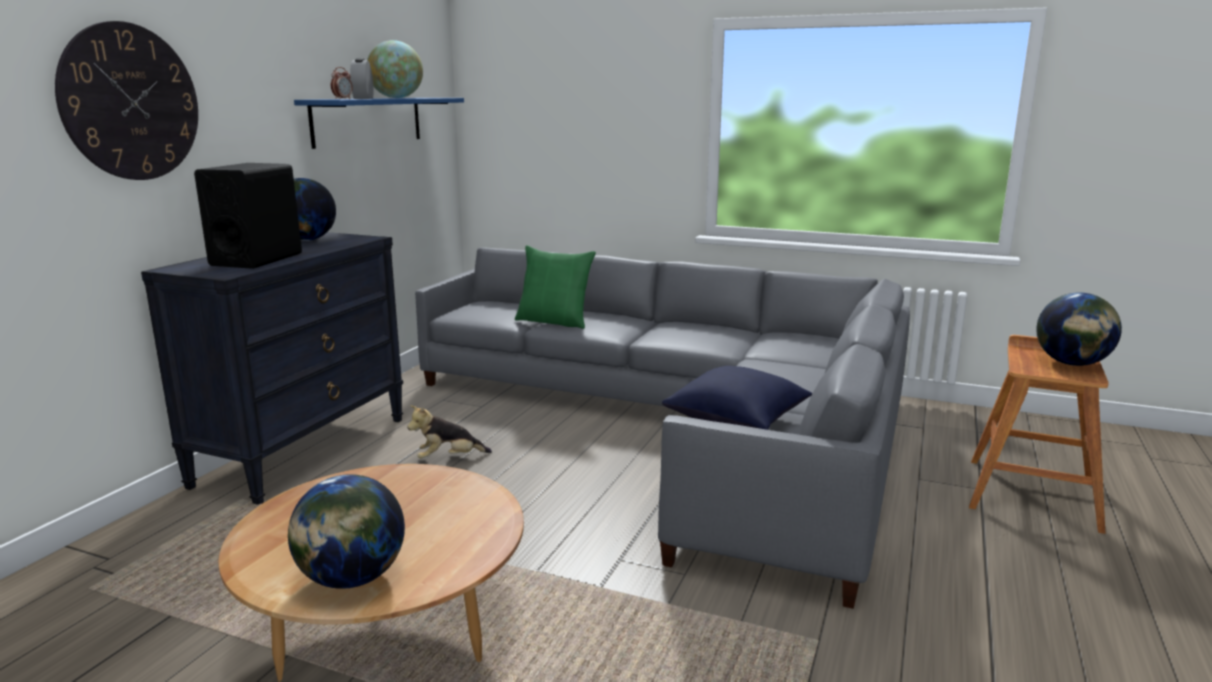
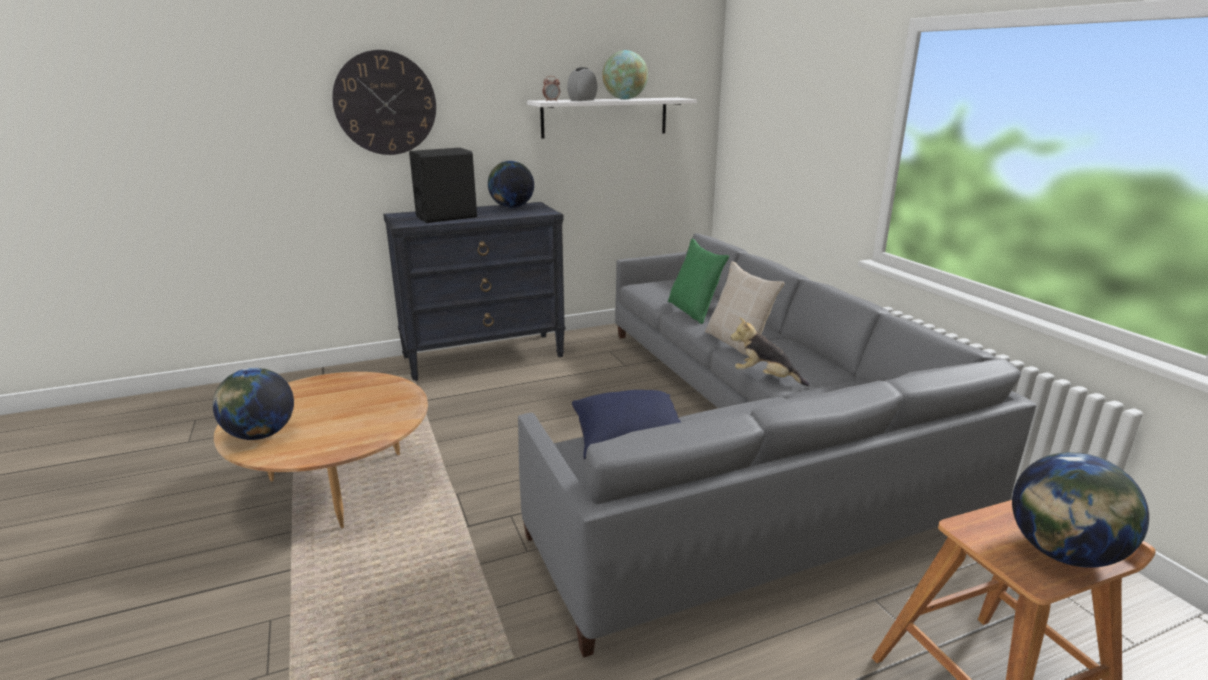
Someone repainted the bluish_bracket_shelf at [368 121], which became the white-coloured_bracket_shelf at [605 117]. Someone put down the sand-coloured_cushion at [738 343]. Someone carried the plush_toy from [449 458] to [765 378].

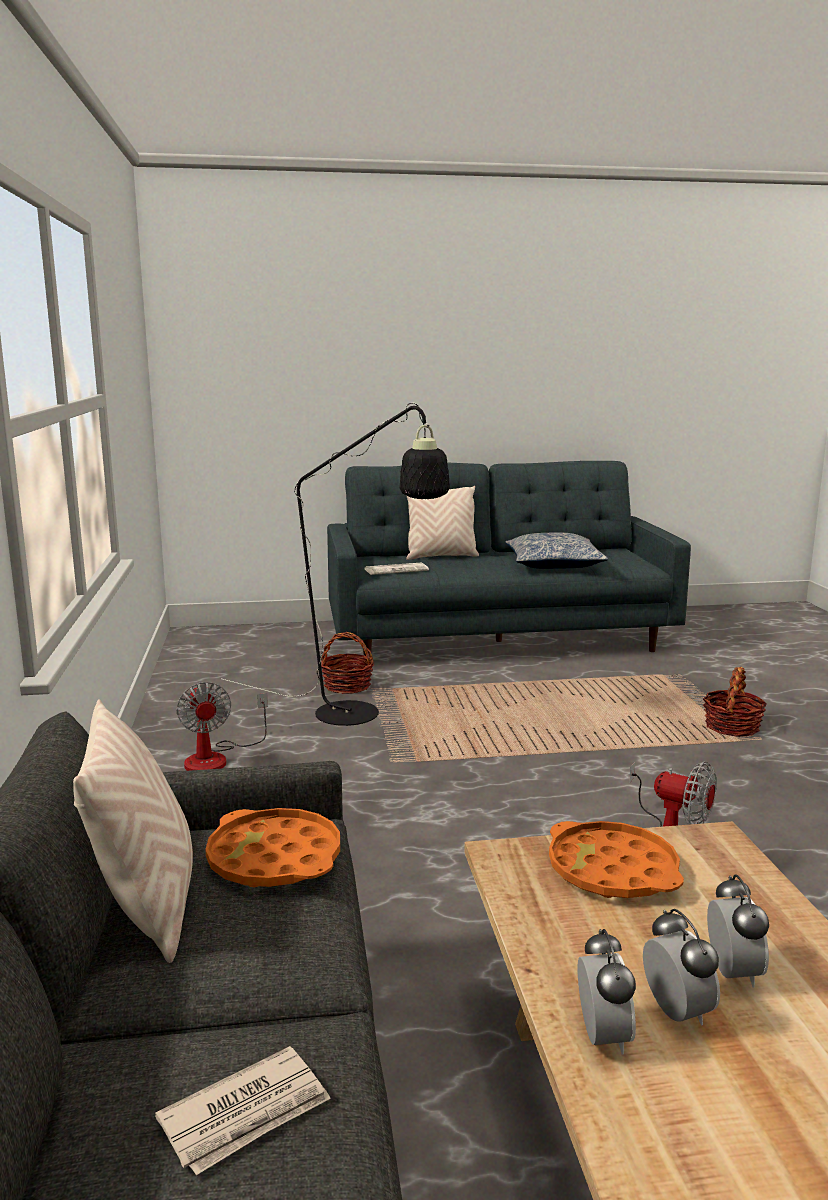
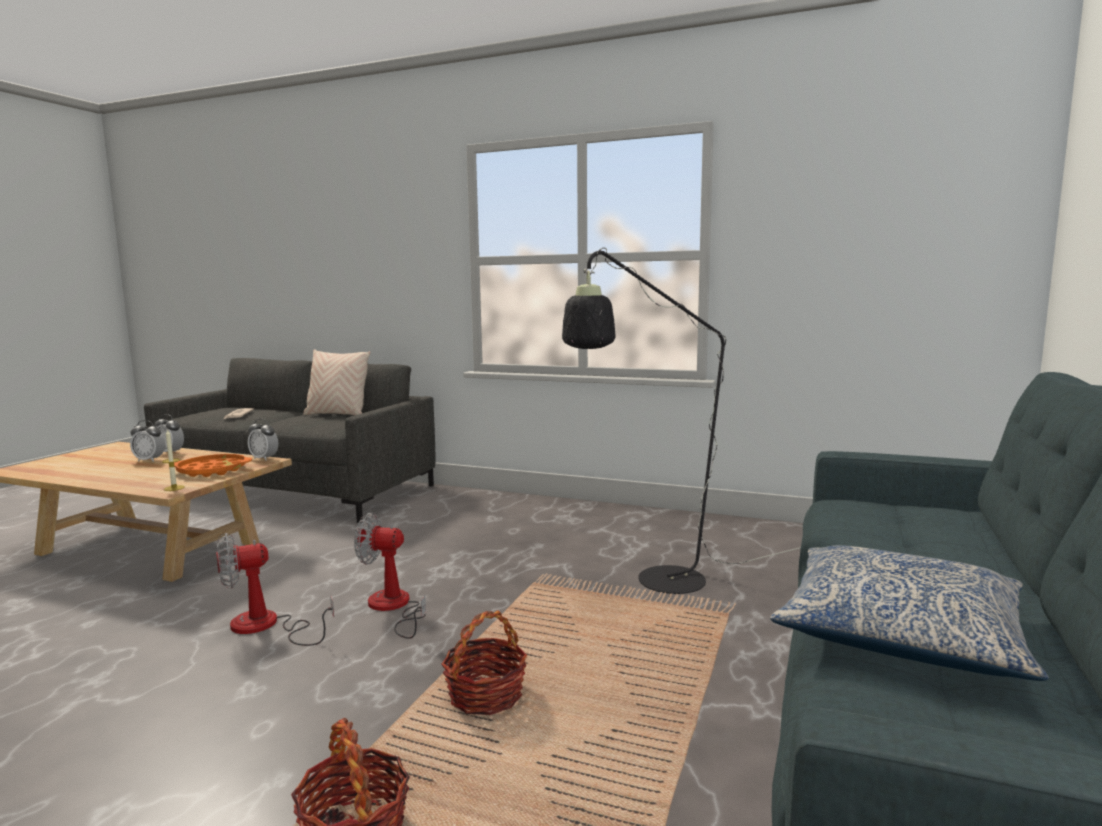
Someone put down the wax_light at [174 488]. Someone carried the table_clock from [732 973] to [264 458]. Someone carried the cooling_fan from [216 758] to [393 607]. Someone carried the household_basket from [347 686] to [485 695]. Someone took away the orangey_carrying_tray at [274 859]. Someone took away the daily_paper at [397 570]. Someone took away the sand-coloured_cushion at [441 556].

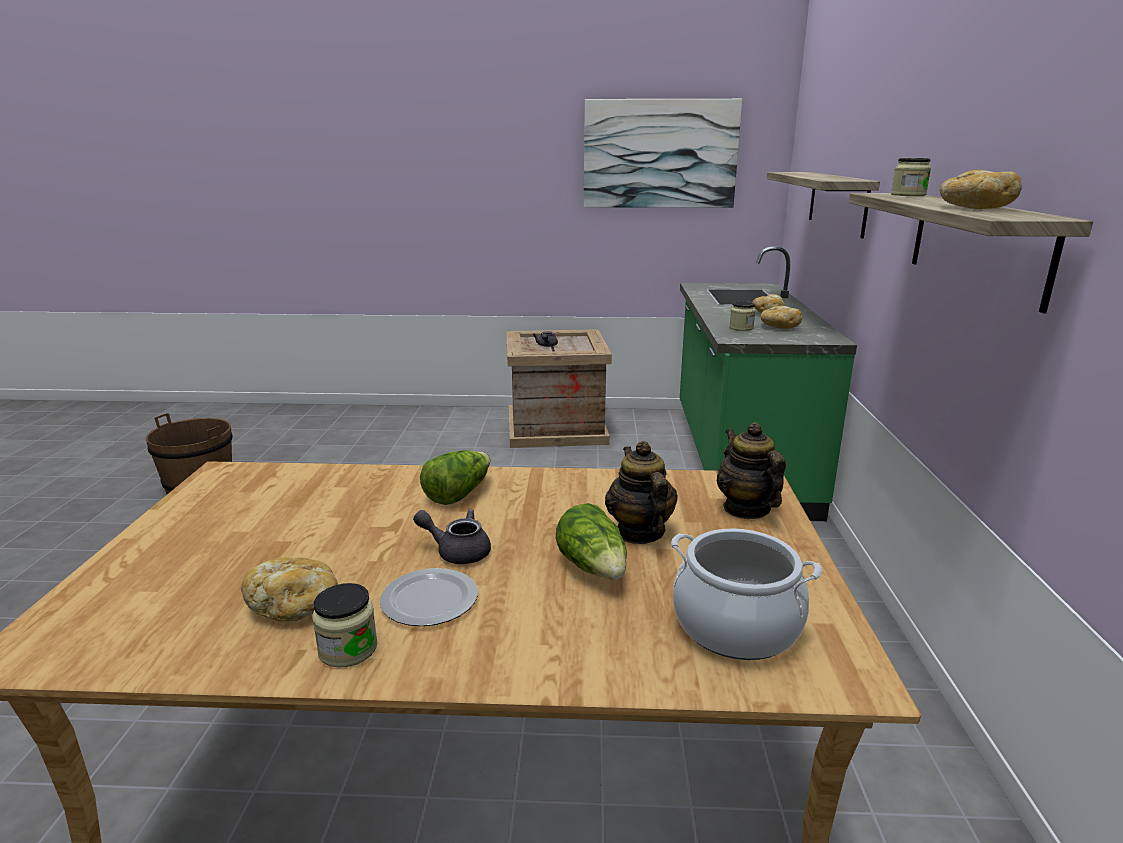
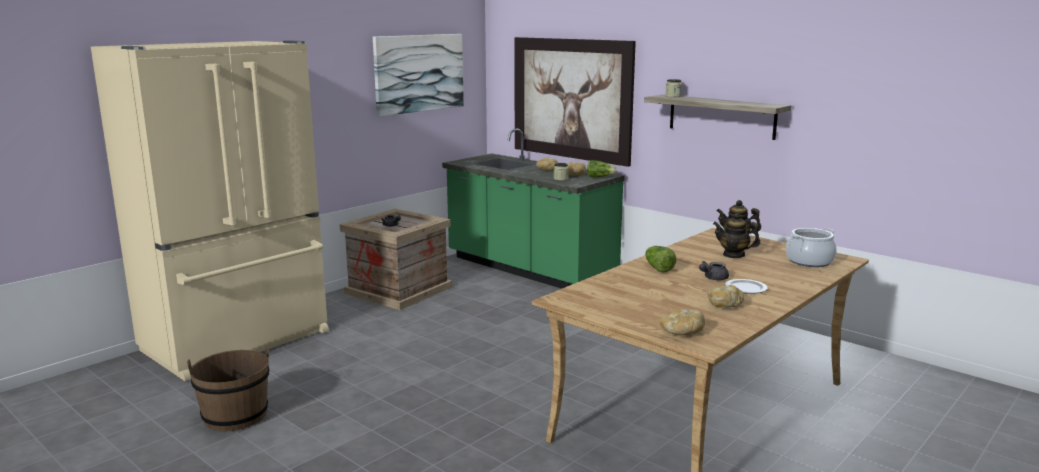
Someone put down the sand-coloured_refrigerator at [239 342]. Someone swapped the bracket_shelf at [837 202] for the picture at [571 99]. Someone carried the head_of_lettuce from [594 568] to [600 177]. Someone carried the bread from [974 208] to [682 333]. Someone took away the storage_jar at [348 649].

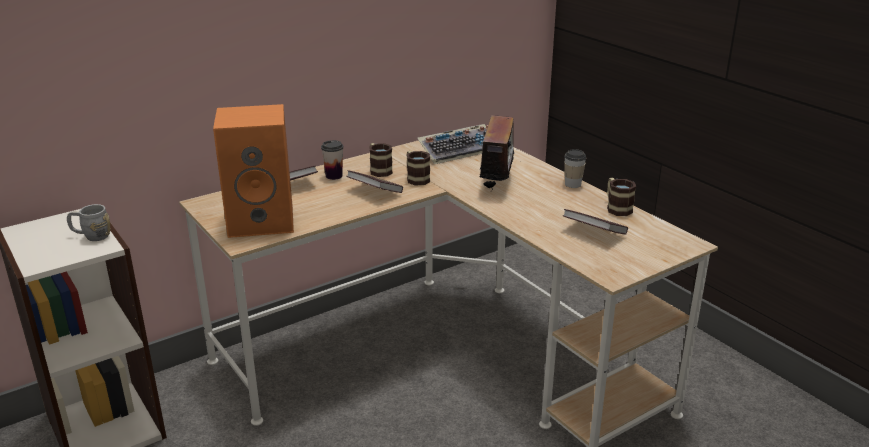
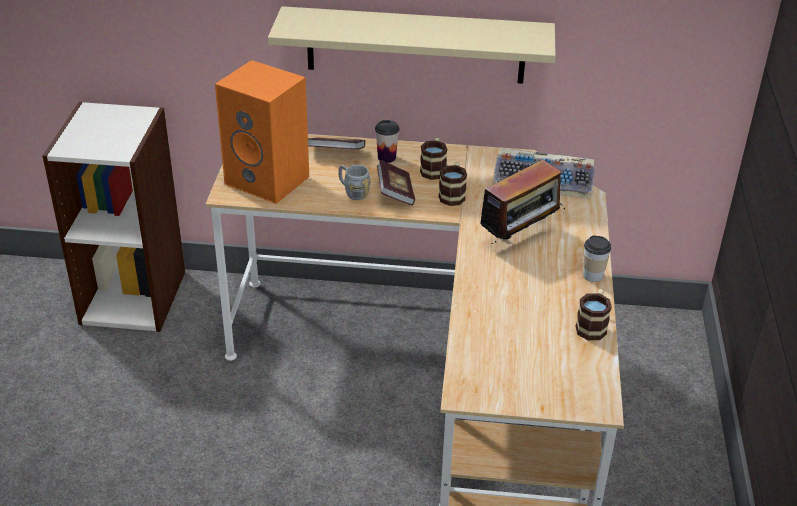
Someone put up the sand-coloured_bracket_shelf at [415 45]. Someone carried the greyish_coffee_mug from [91 236] to [353 192]. Someone took away the book at [594 233].

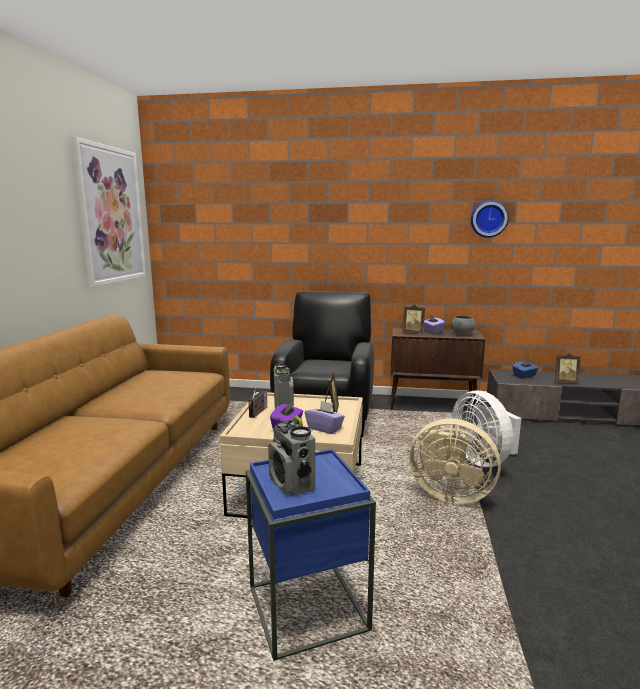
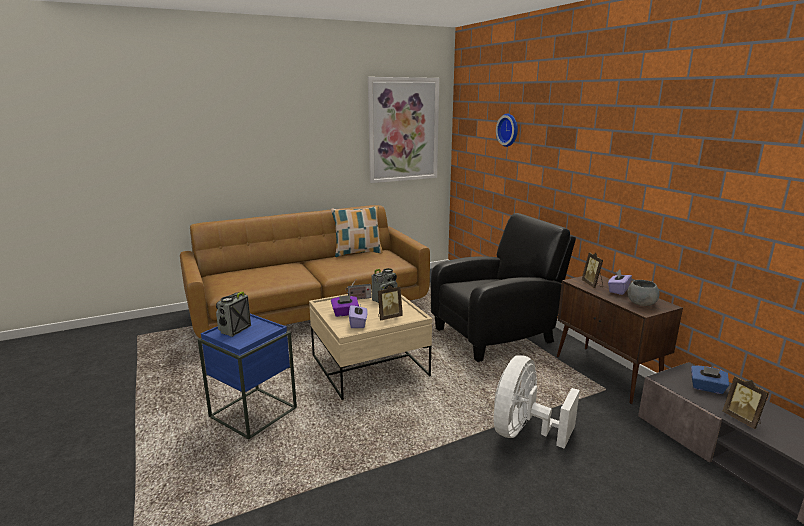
Someone put down the cushion at [357 253]. Someone carried the hanging_clock from [488 219] to [509 130]. Someone took away the sand-coloured_cooling_fan at [449 494].

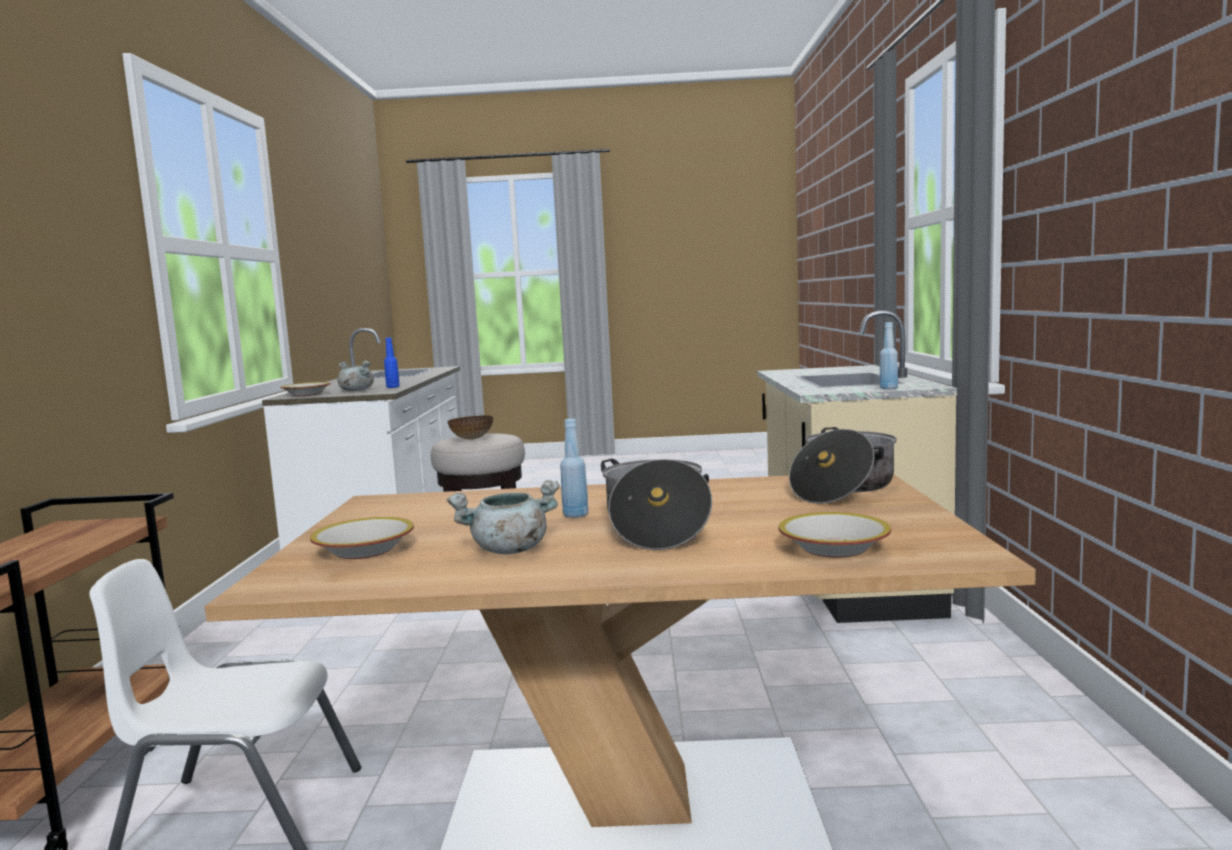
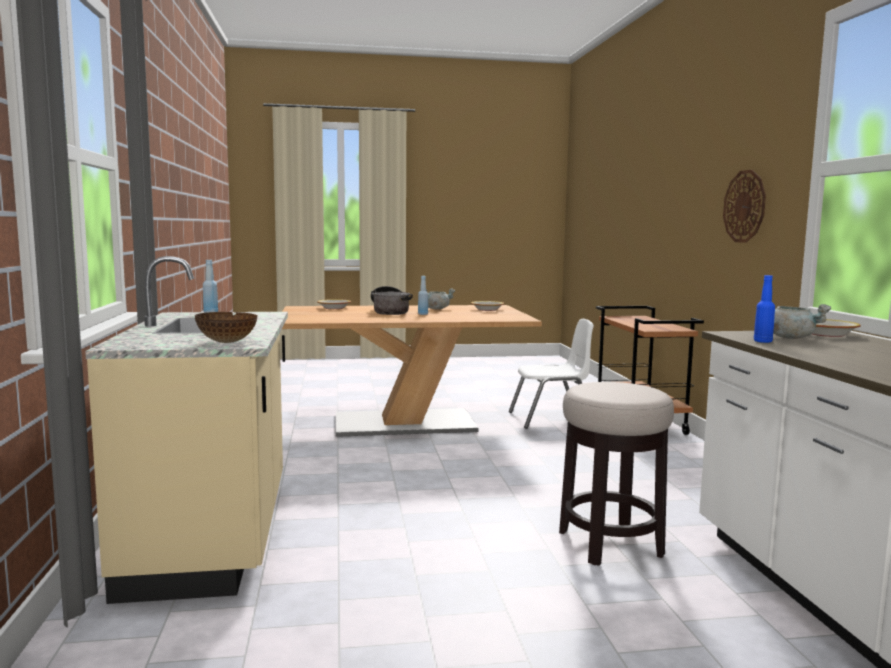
Someone carried the bowl from [471 439] to [227 342]. Someone put up the hanging_clock at [744 206]. Someone took away the cooking_pot at [843 488].

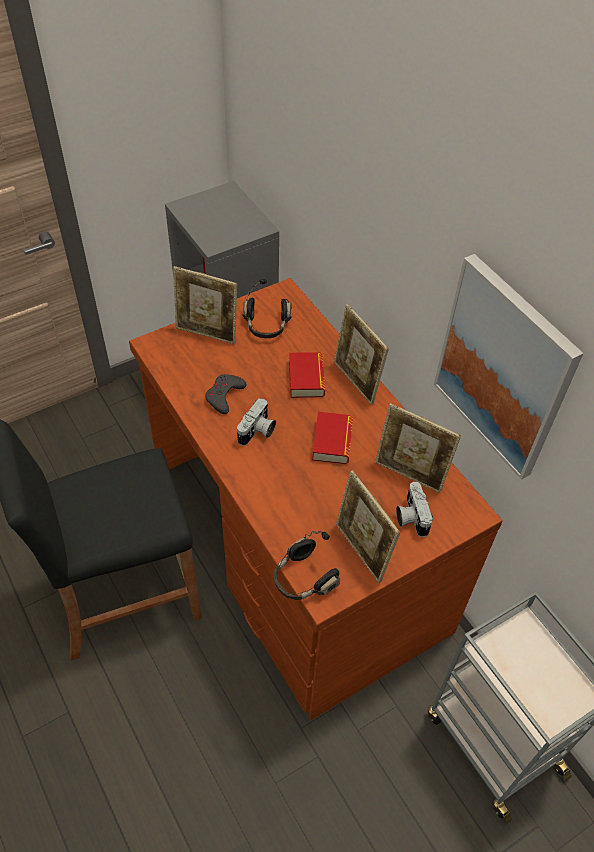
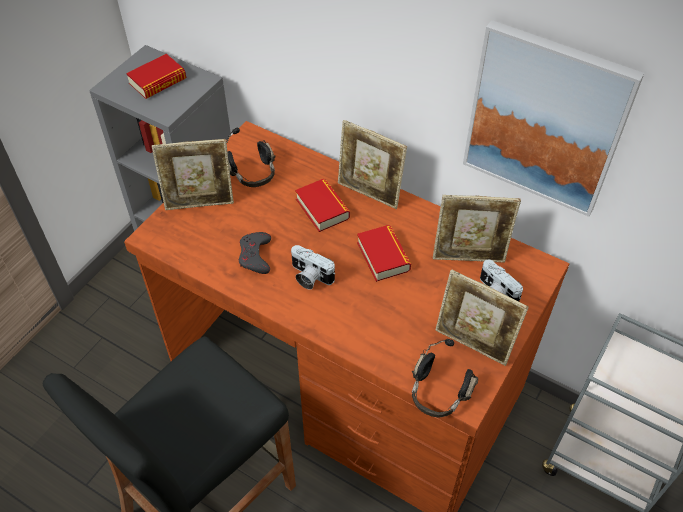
Someone put down the book at [157 81]. Someone rotated the photo_camera at [257 432] by 120 degrees clockwise.

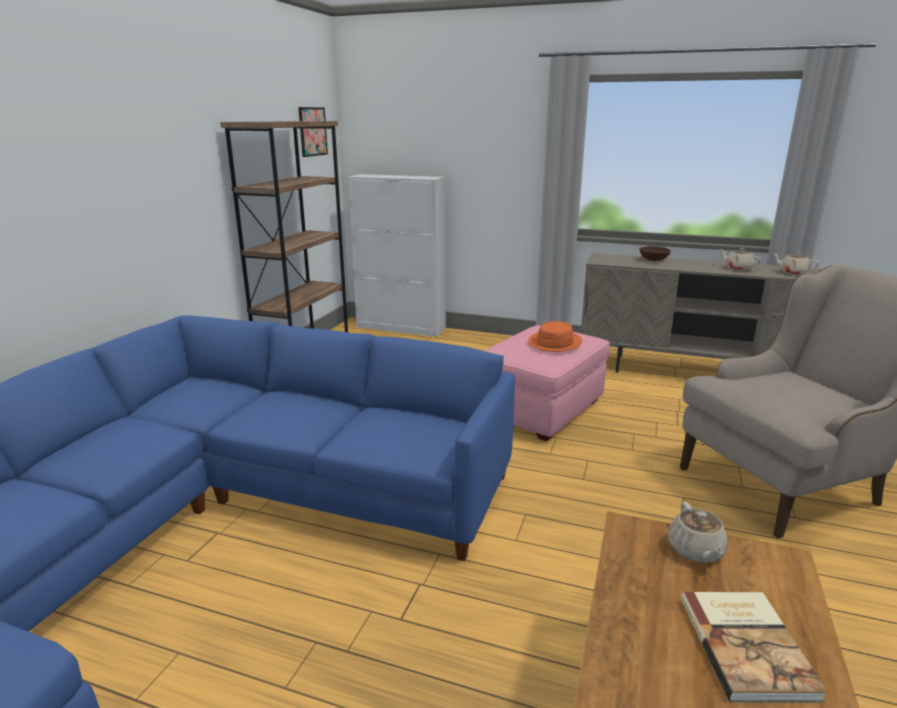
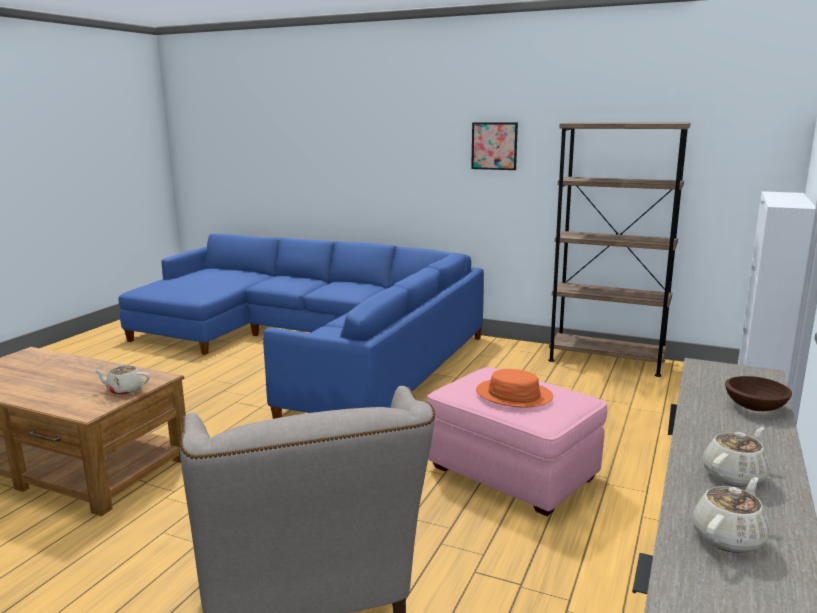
Someone carried the picture from [312 131] to [494 146]. Someone took away the book at [748 645].

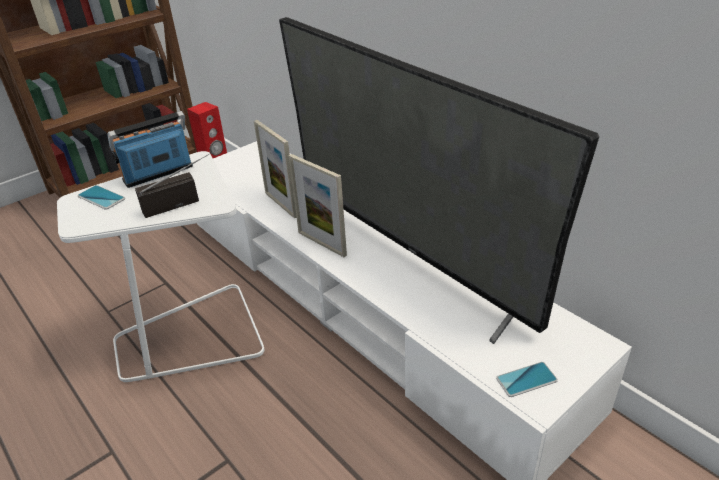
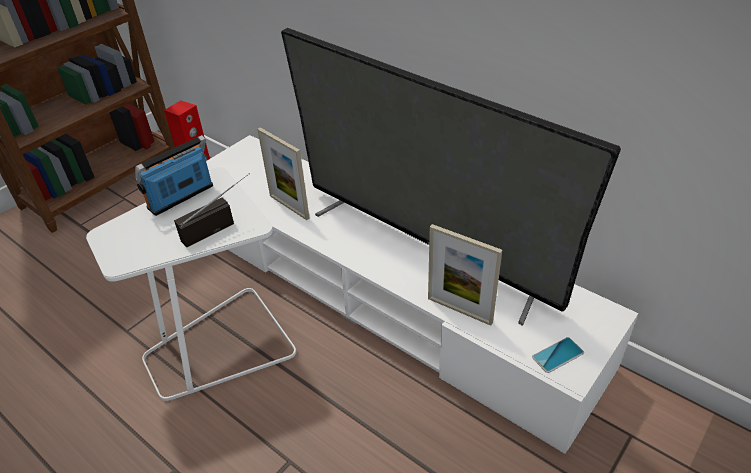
Someone carried the standing_frame from [322 243] to [459 310]. Someone took away the phone at [101 198].

